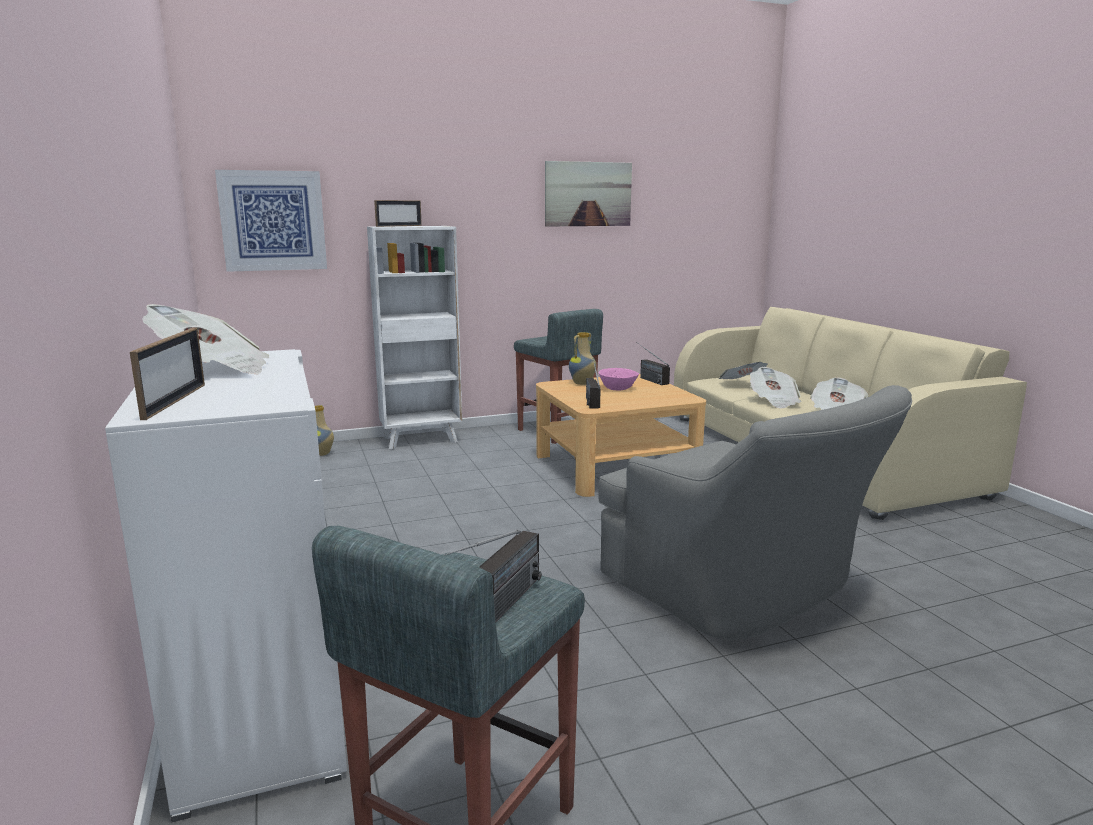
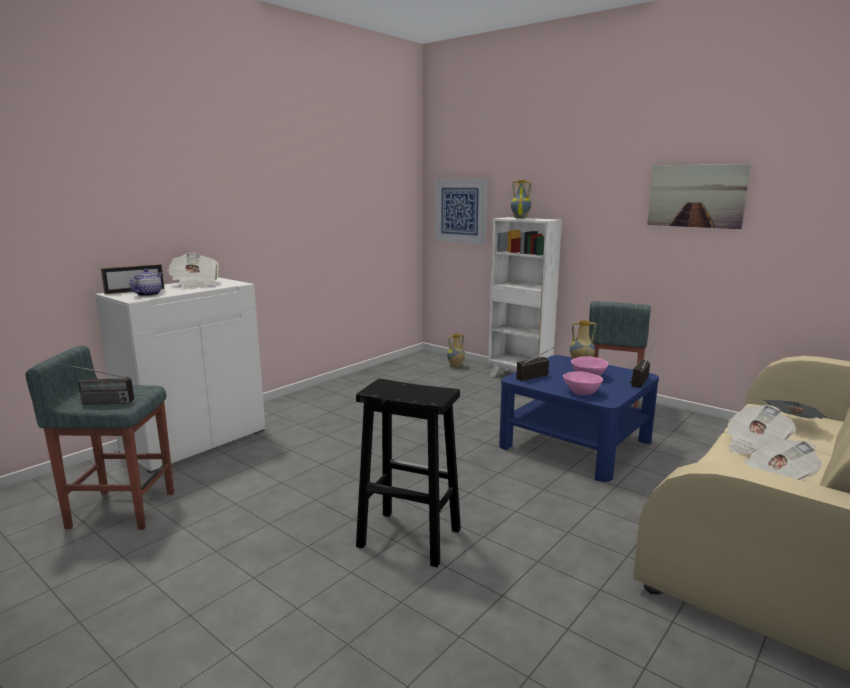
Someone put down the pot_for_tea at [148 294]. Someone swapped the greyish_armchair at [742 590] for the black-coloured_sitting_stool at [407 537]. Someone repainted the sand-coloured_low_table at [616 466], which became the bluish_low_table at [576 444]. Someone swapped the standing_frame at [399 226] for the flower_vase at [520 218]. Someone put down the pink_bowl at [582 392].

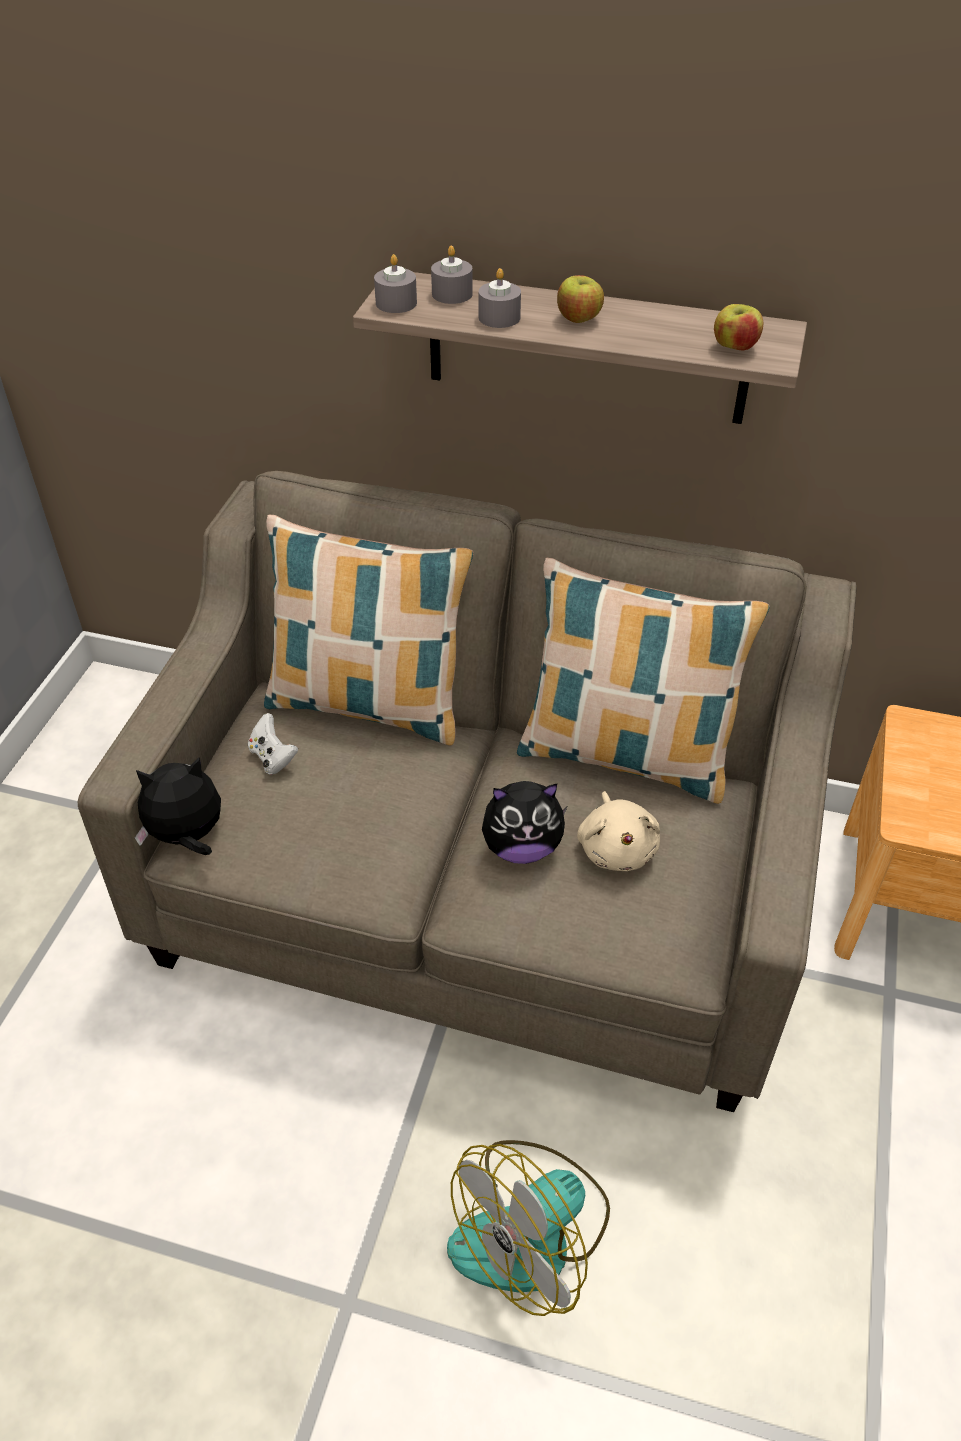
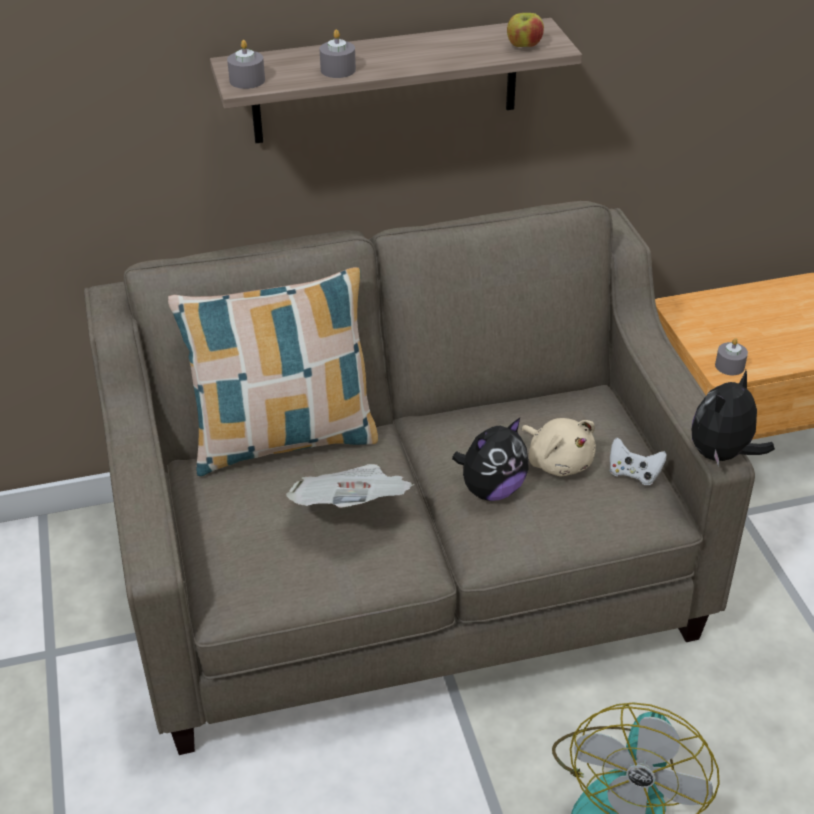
Someone put down the daily_paper at [352 510]. Someone carried the white-coloured_game_controller from [273 758] to [633 474]. Someone carried the plush_toy from [187 837] to [722 455]. Someone carried the greyish_wax_light from [452 294] to [729 366]. Someone took away the cushion at [625 755]. Someone took away the apple at [578 319].

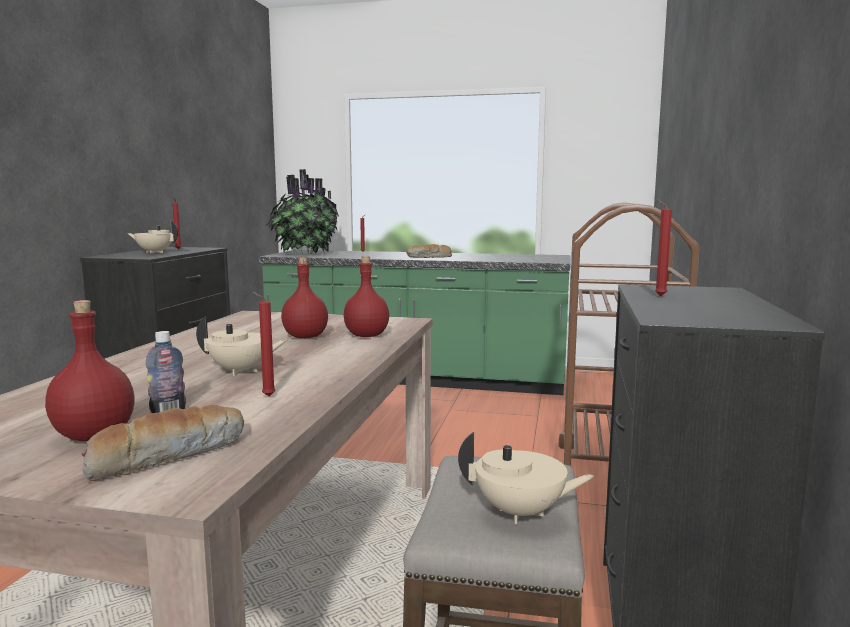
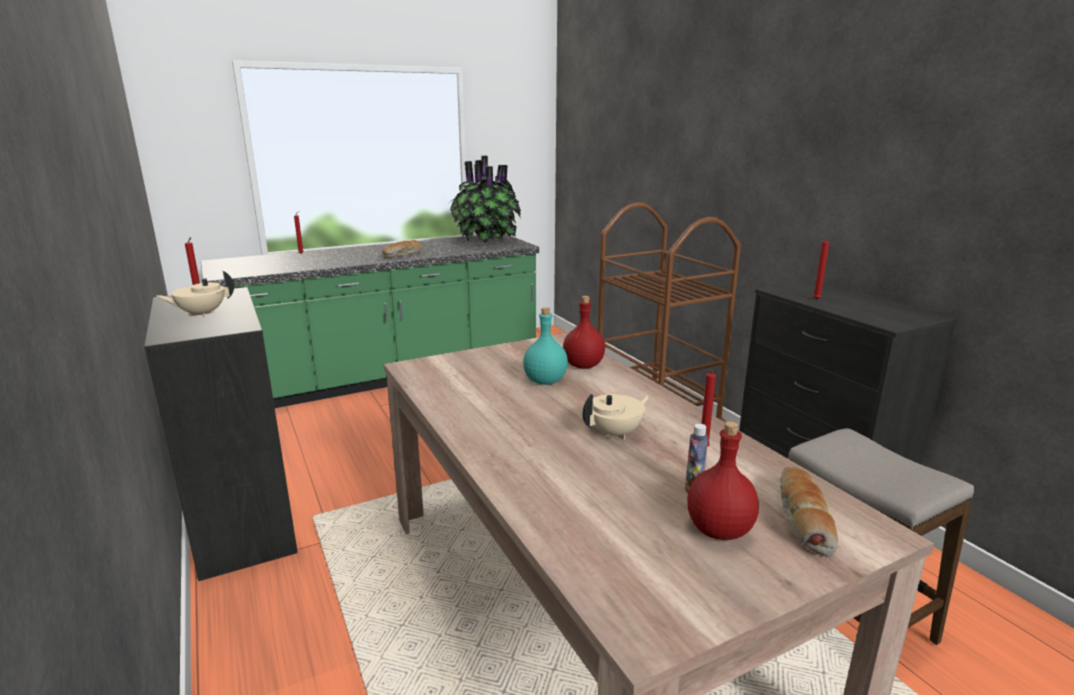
Someone carried the potted_plant from [304 254] to [485 241]. Someone repainted the reddish_bottle at [305 336], which became the blue-green_bottle at [544 381]. Someone took away the sand-coloured_pot_for_tea at [521 513].

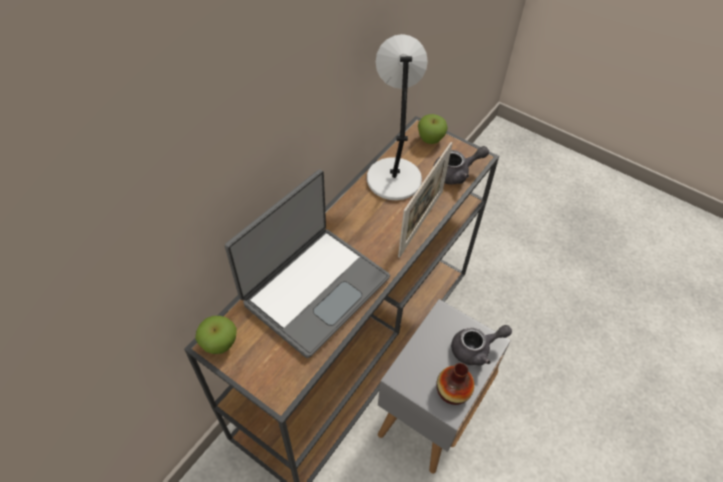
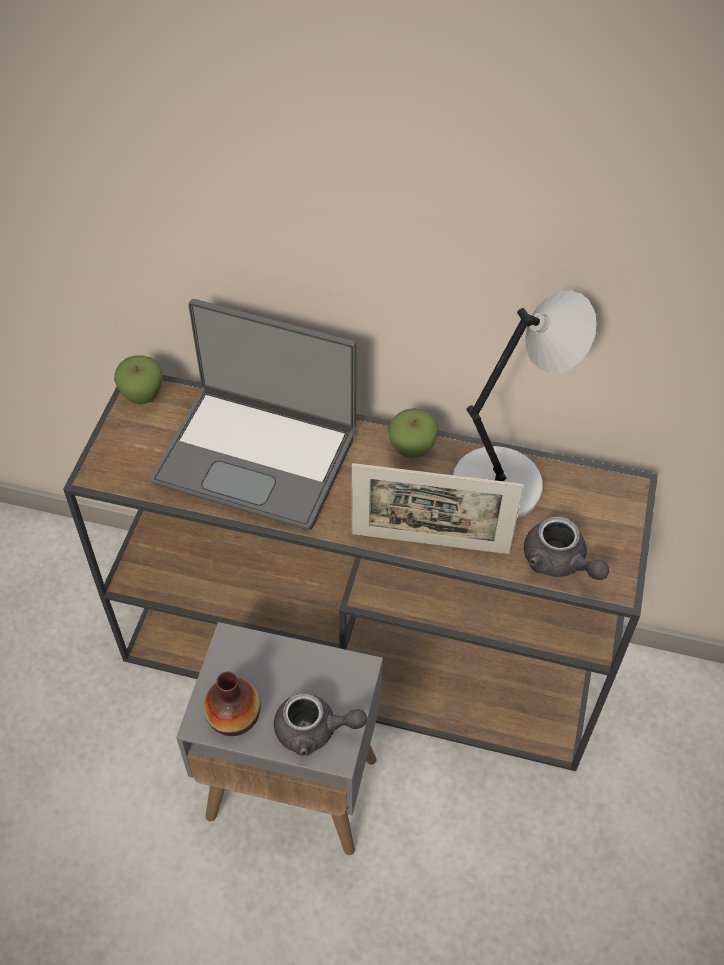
Someone rotated the greyish_pot_for_tea at [476 349] by 45 degrees counterclockwise. Someone carried the apple from [430 139] to [412 449].

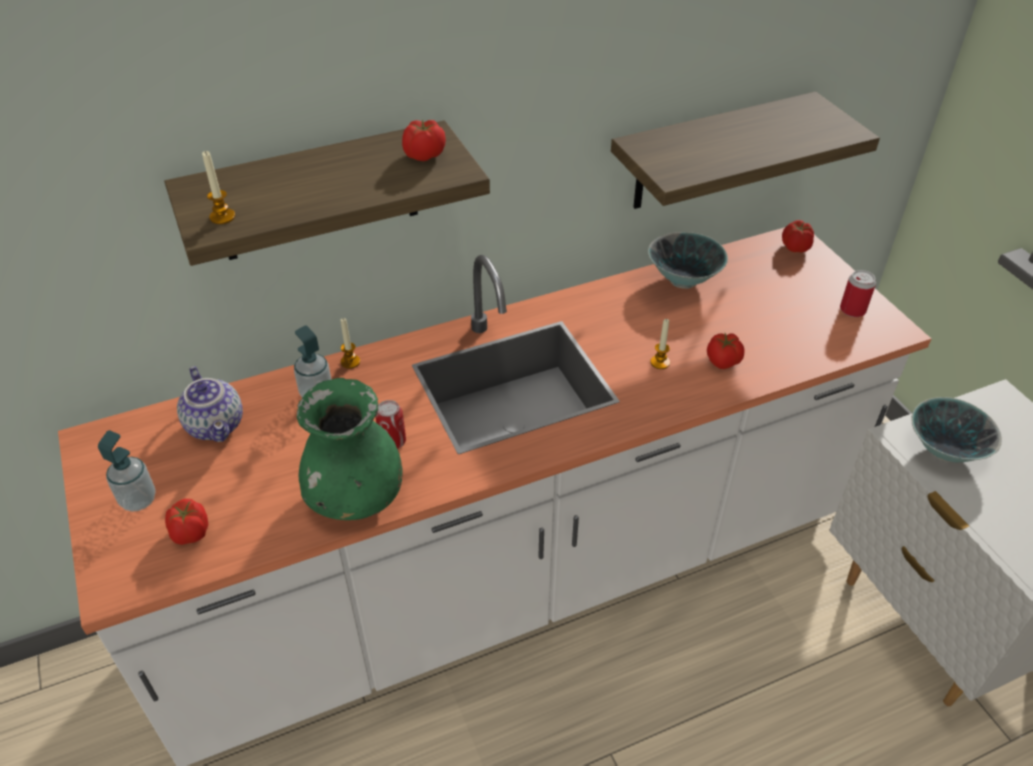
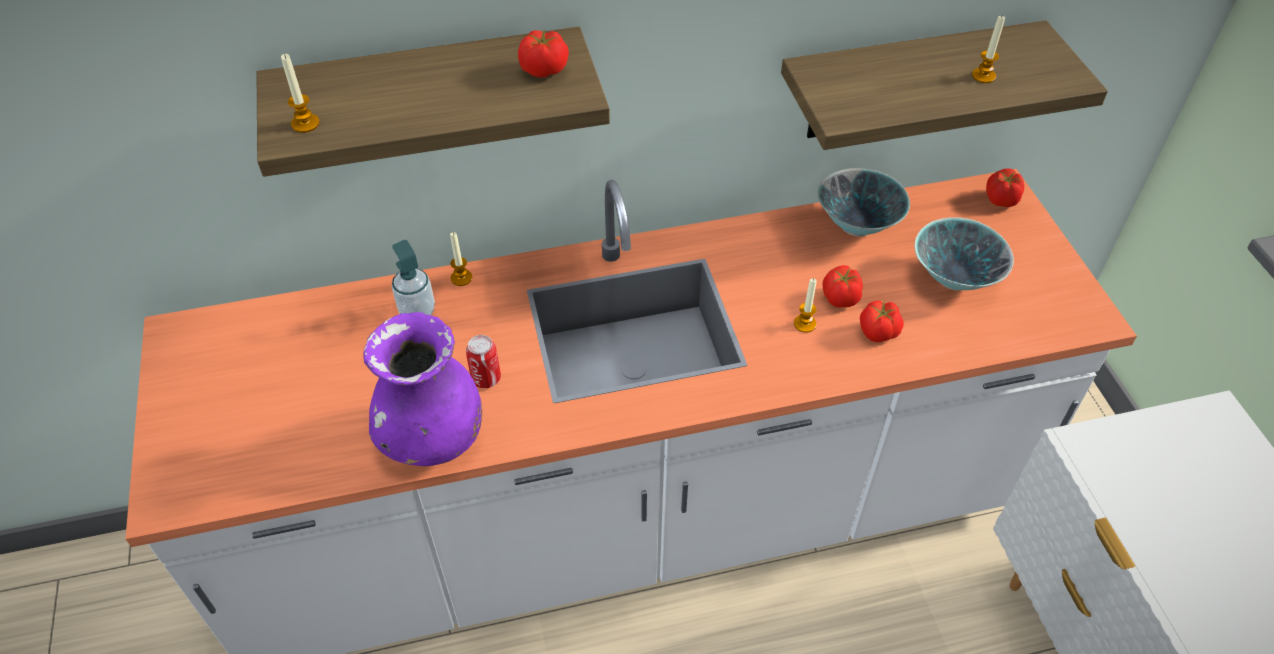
Someone repainted the greenish_flower_vase at [355 496], which became the purplish_flower_vase at [432 437]. Someone carried the whole_tomato from [190 533] to [839 299]. Someone carried the bowl from [943 451] to [953 278]. Someone put down the wax_light at [983 76]. Someone took away the liquid_soap_bottle at [138 500]. Someone took away the pot_for_tea at [217 425]. Someone took away the metal_can at [852 310].

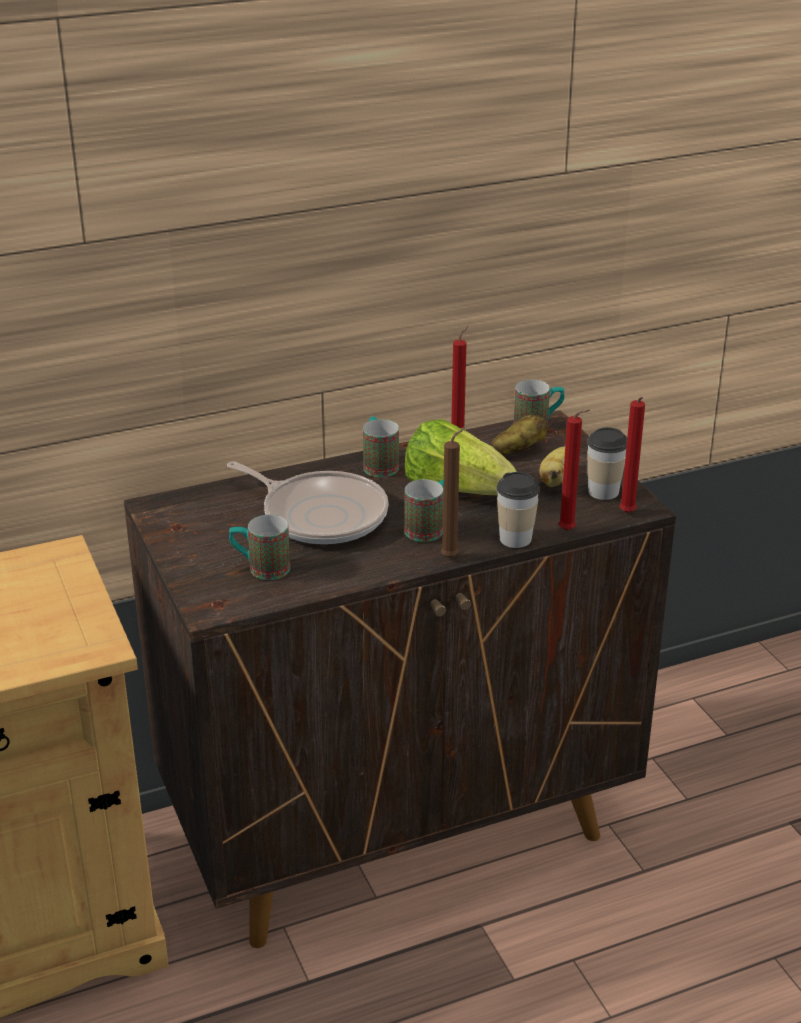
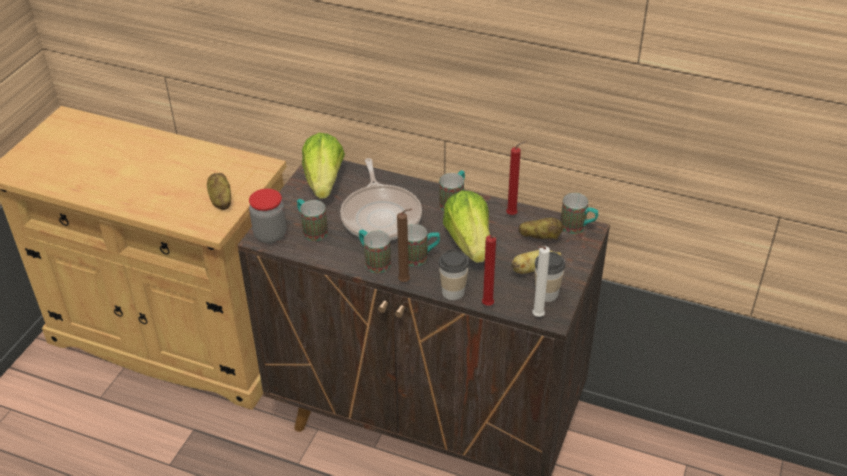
Someone put down the whole_potato at [220 200]. Someone put down the storage_jar at [270 235]. Someone put down the head_of_lettuce at [324 181]. Someone put down the coffee_mug at [373 261]. Someone repainted the reddish_wax_light at [627 514], which became the white-coloured_wax_light at [536 317].

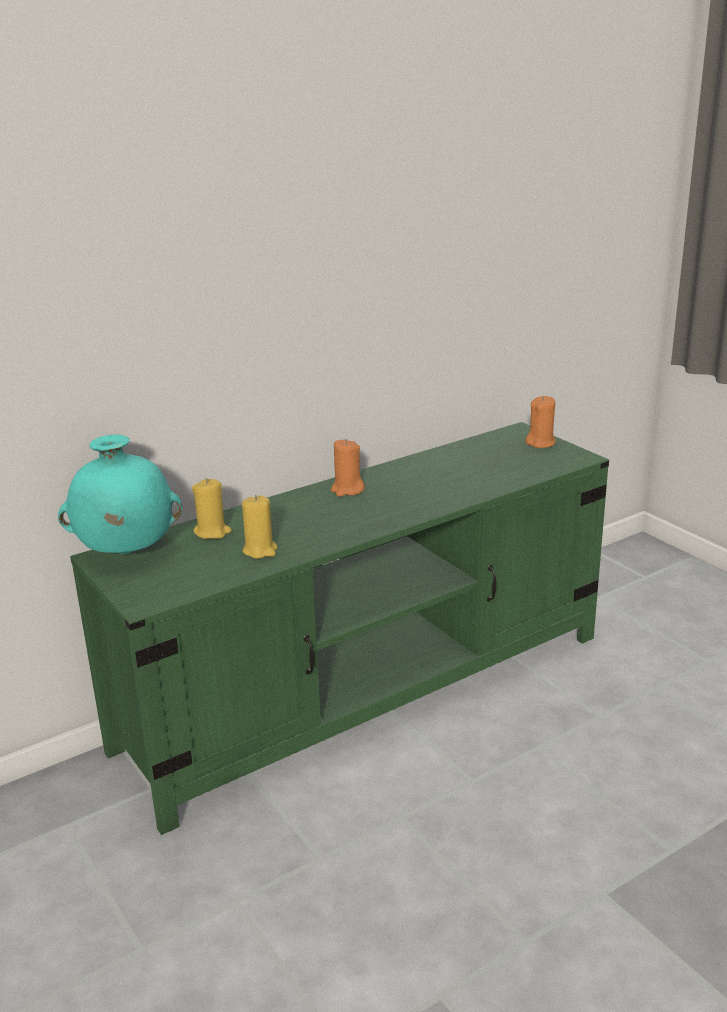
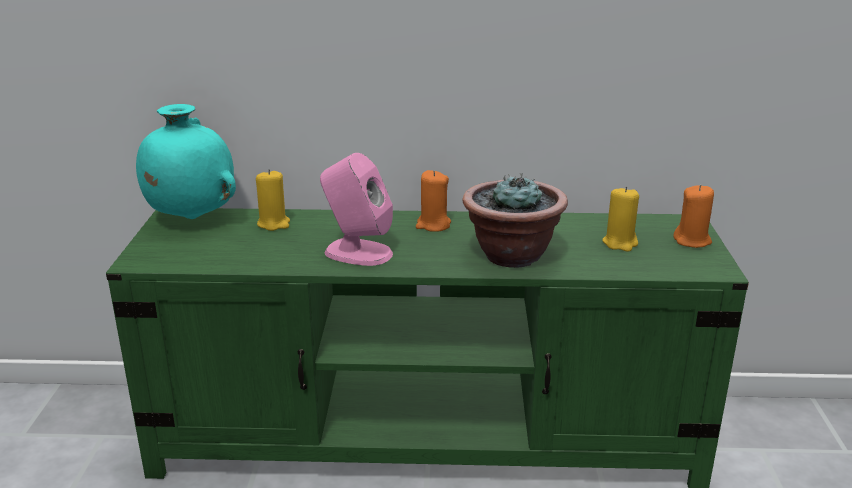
Someone put down the pink_speaker at [357 252]. Someone put down the potted_plant at [511 255]. Someone carried the yellowish_wax_light from [260 550] to [620 243].

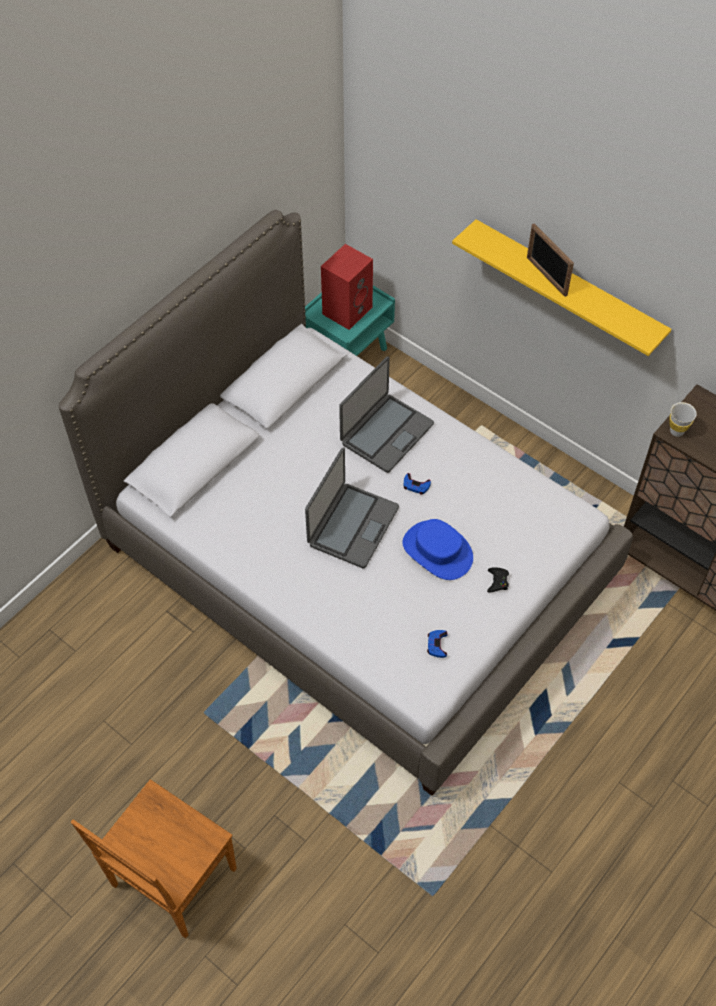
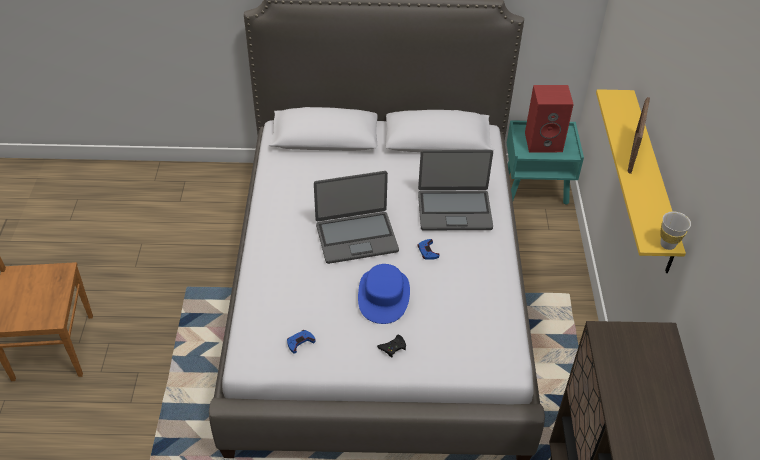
Someone carried the white-coloured_cup from [676 431] to [667 244].

